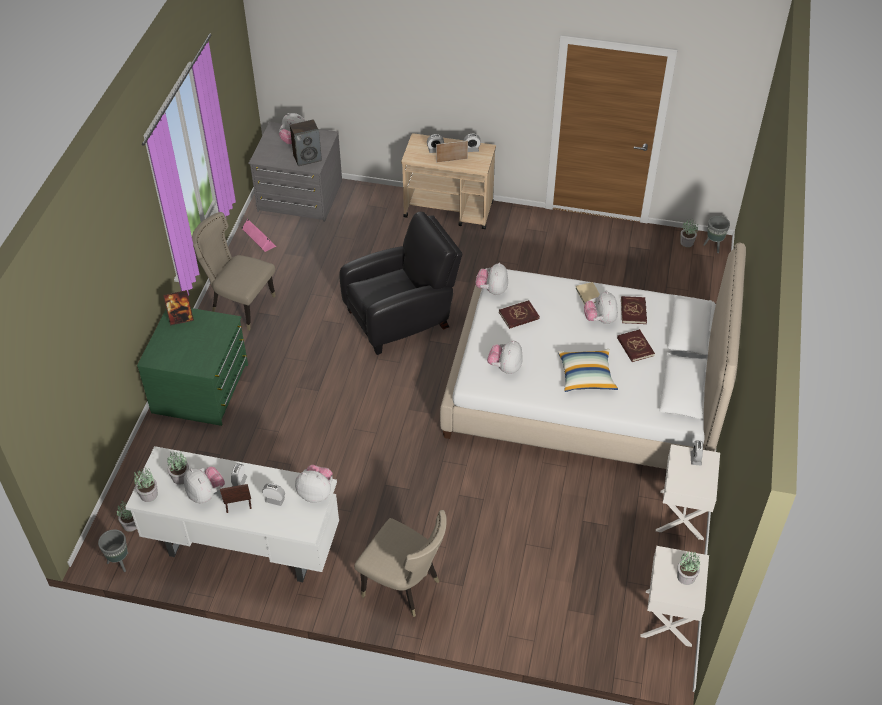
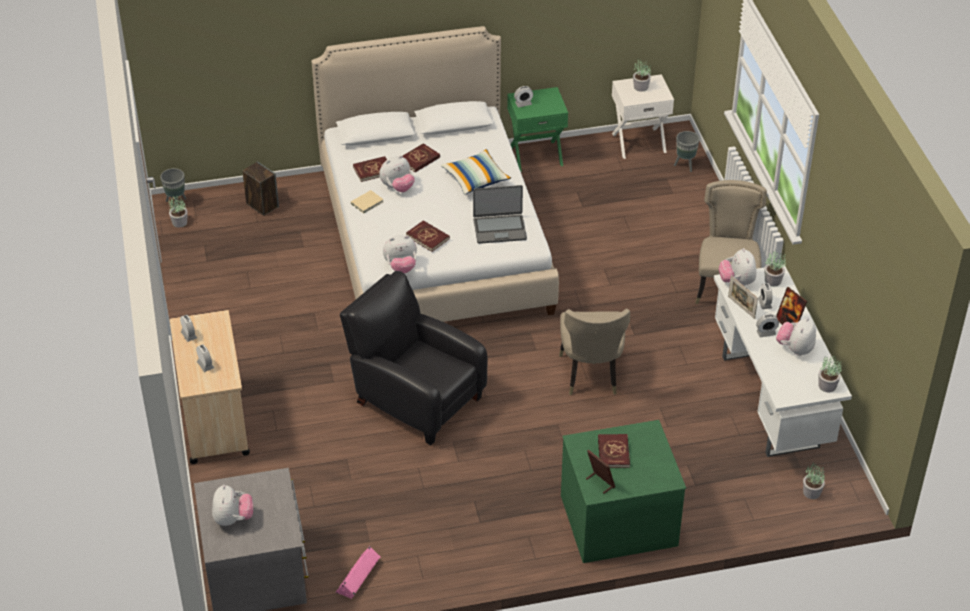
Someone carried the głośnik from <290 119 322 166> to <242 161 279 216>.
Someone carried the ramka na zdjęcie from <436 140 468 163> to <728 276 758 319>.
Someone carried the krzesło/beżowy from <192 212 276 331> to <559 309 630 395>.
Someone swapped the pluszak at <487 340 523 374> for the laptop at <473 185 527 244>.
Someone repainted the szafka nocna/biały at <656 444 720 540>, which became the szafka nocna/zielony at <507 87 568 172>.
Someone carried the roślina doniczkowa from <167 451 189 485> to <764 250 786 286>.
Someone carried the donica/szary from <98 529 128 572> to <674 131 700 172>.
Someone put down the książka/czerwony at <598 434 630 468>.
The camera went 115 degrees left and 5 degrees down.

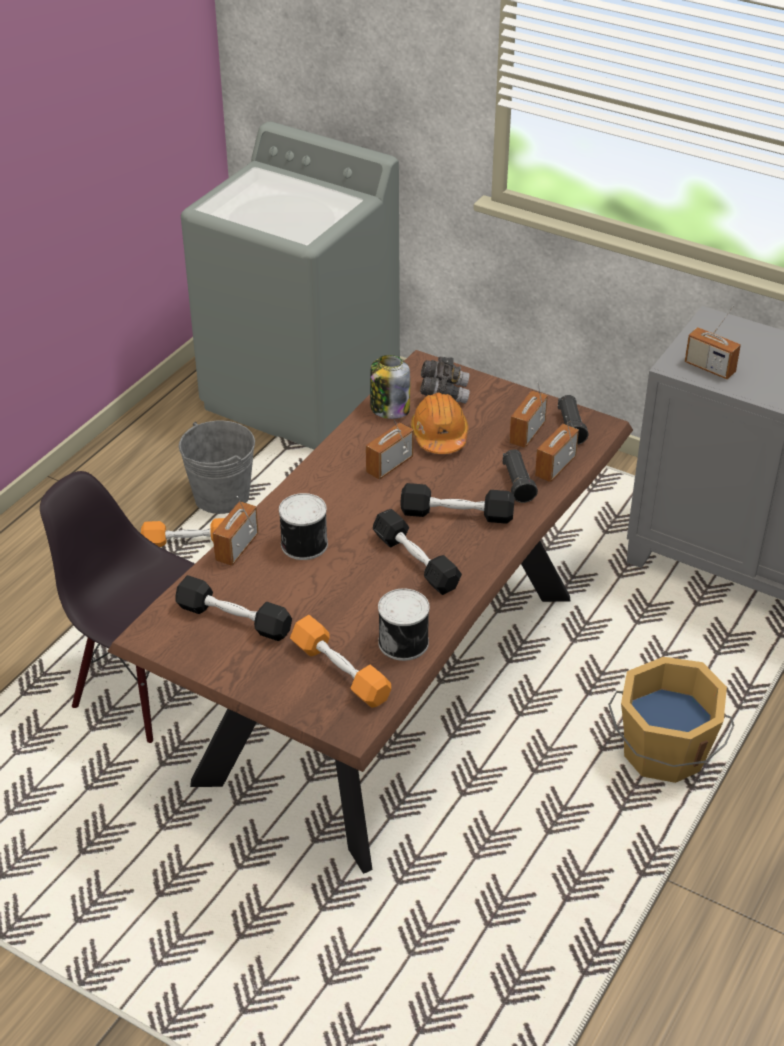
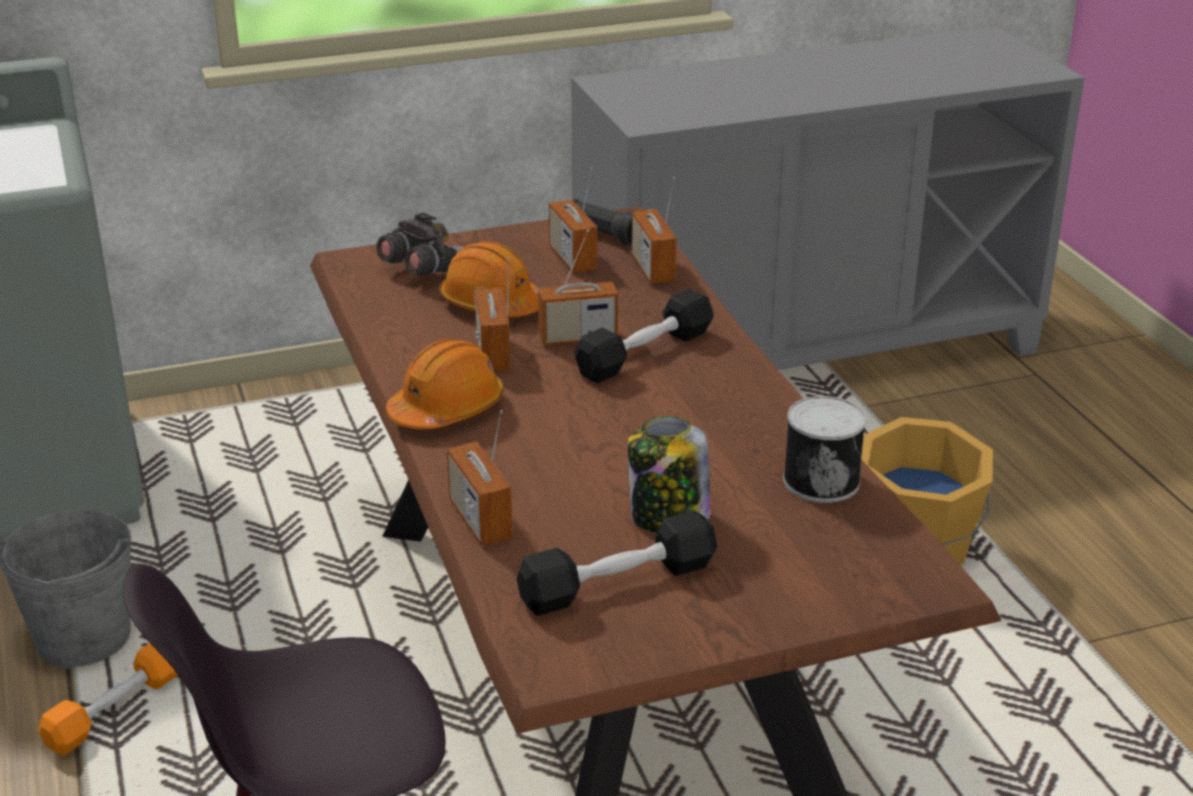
Someone carried the radio from <685 306 741 379> to <538 229 618 346>.
Someone carried the słoik from <370 355 410 419> to <628 416 711 533>.
Someone took away the latarka/czarny at <503 449 538 503>.
Someone took away the puszka at <279 493 328 560>.
Someone took away the hantel/czarny at <373 509 462 595>.
Someone took away the hantel/pomarańczowy at <290 615 391 708>.
Someone put down the kask/pomarańczowy at <386 339 504 429>.
The camera went 50 degrees left and 10 degrees down.

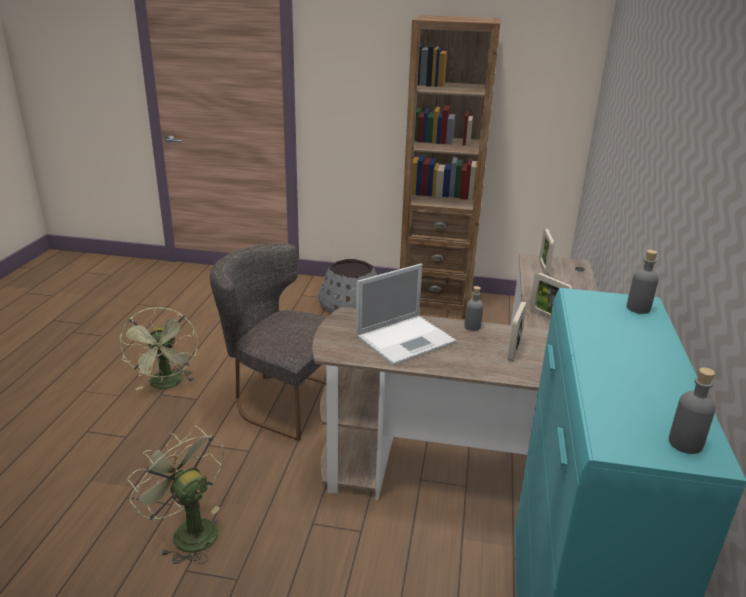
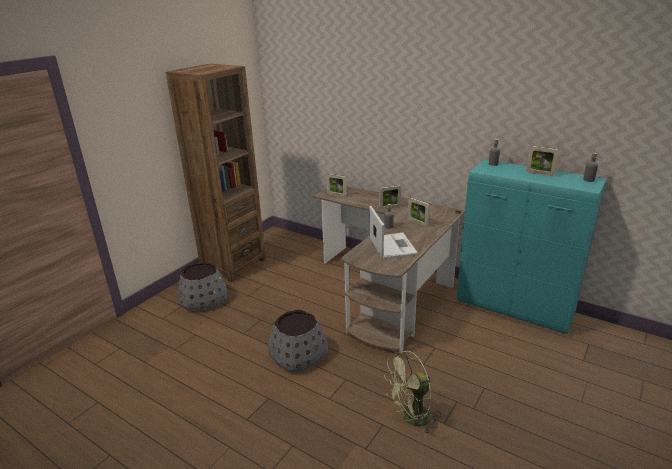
Someone swapped the krzesło/szary at <210 244 327 441> for the donica/szary at <268 309 329 372>.
Someone took away the wentylator/zielony at <119 307 198 390>.
Someone put down the ramka na zdjęcie at <526 146 559 176>.
The camera went 65 degrees left and 0 degrees up.

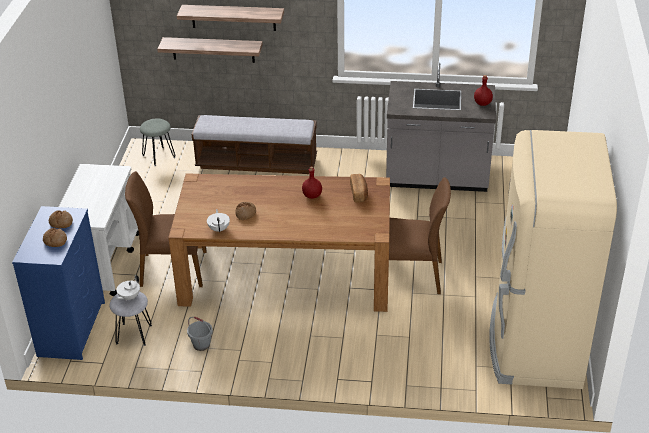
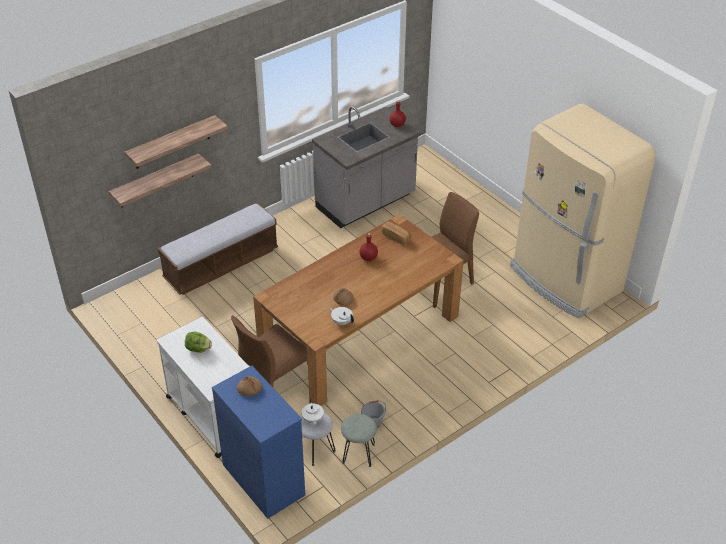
Someone carried the stołek/szary from <140 119 176 166> to <341 414 377 467>.
Someone took away the chleb at <43 228 67 247>.
Someone put down the sałata at <185 332 212 353>.
The camera went 45 degrees left and 5 degrees up.

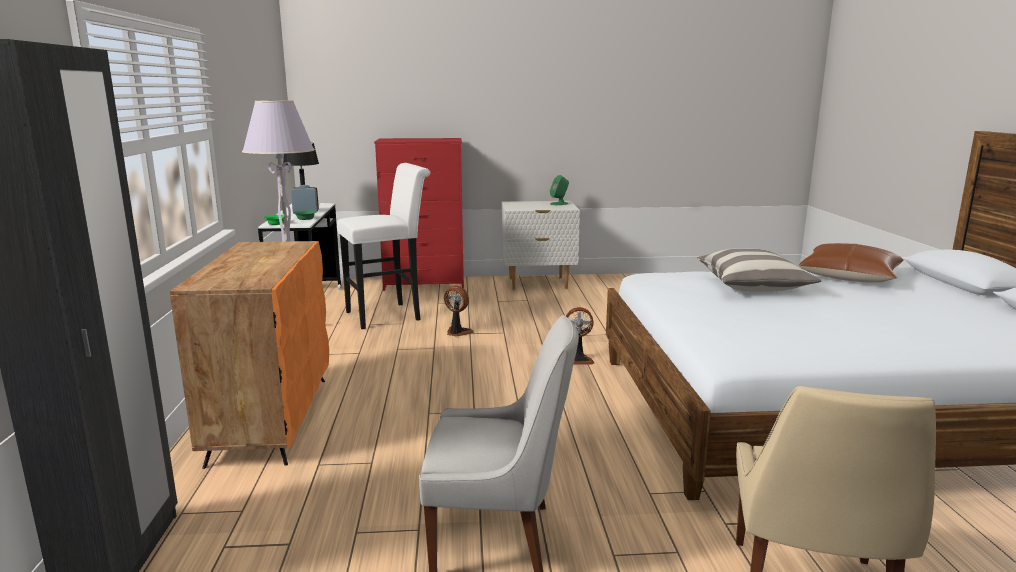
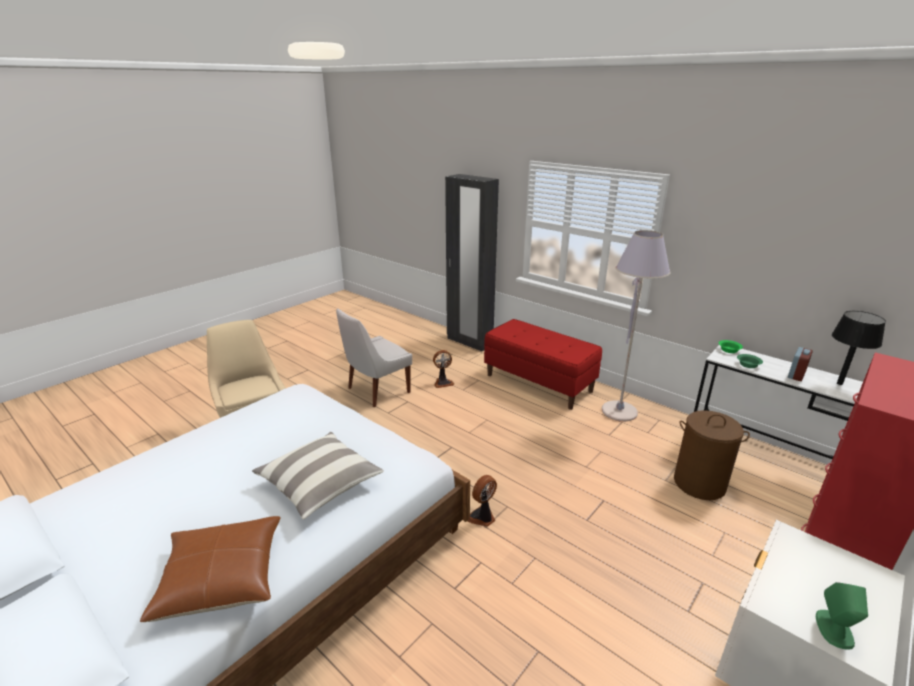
Someone swapped the stołek/biały at <337 163 431 329> for the kosz na pranie/brązowy at <674 410 750 500>.
Someone swapped the szafka/pomarańczowy at <169 241 329 469> for the ławka/czerwony at <484 319 602 410>.
Someone carried the wentylator from <444 286 474 337> to <433 350 454 388>.
The camera went 135 degrees right and 10 degrees up.

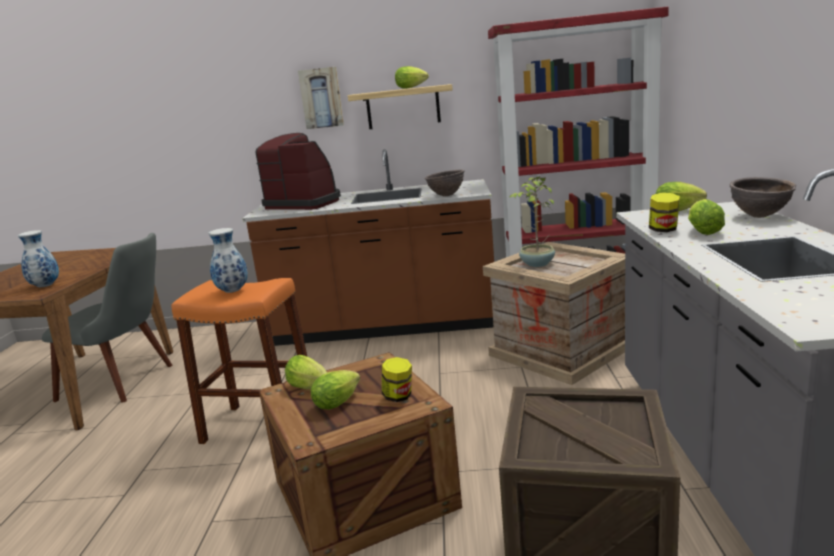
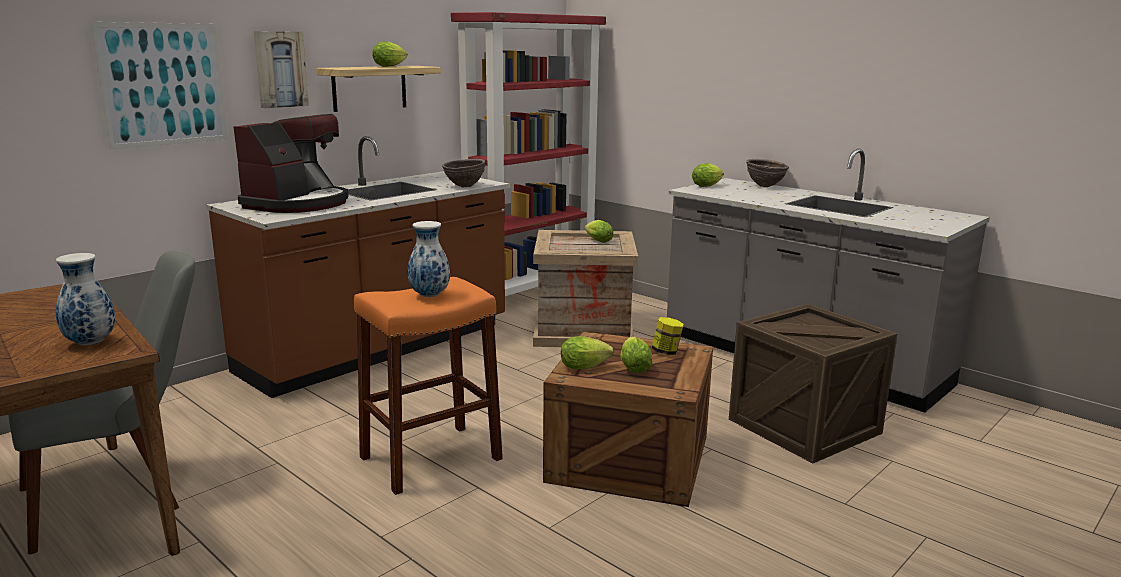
Someone rotated the ekspres do kawy at <256 133 341 210> by 135 degrees clockwise.
Someone took away the roślina doniczkowa at <510 176 555 267>.
Someone took away the słoik at <649 193 680 232>.
Someone carried the sałata from <688 199 725 235> to <585 220 613 243>.
Someone put up the obraz at <90 22 228 149>.
The camera went 50 degrees left and 0 degrees up.

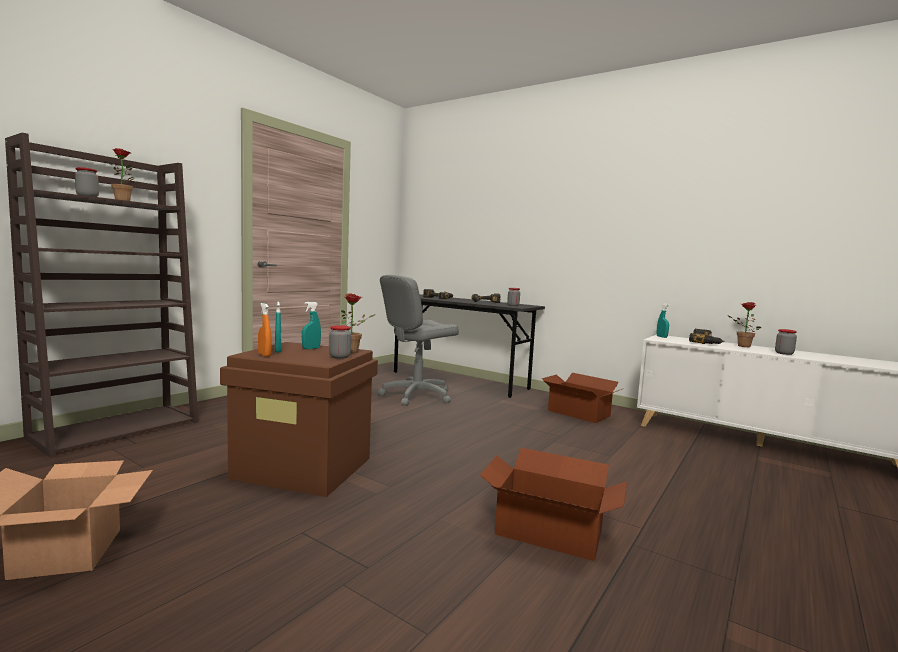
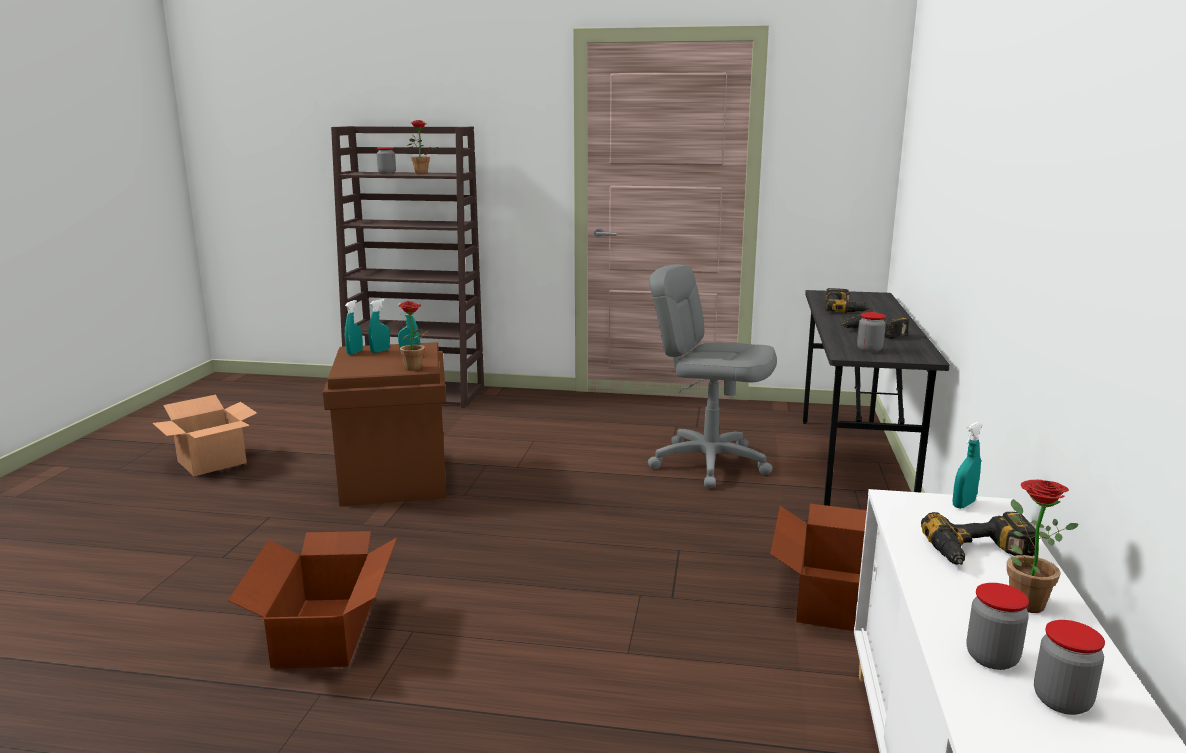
Someone repainted the spryskiwacz/pomarańczowy at <258 303 272 357>, which became the spryskiwacz/turkusowy at <345 300 363 355>.
Someone carried the słoik from <329 325 351 359> to <1034 620 1105 715>.
The camera went 65 degrees right and 10 degrees up.

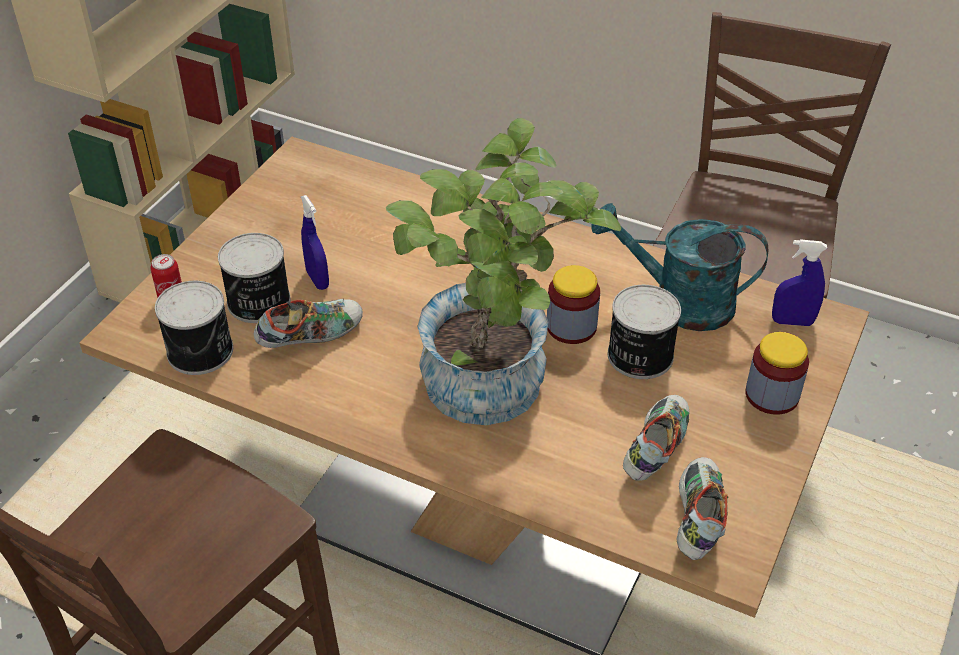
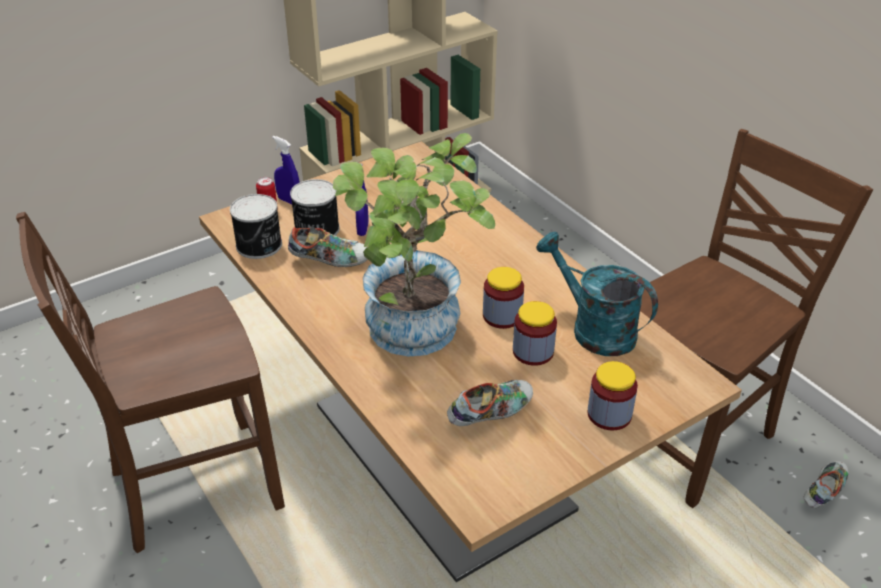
Someone carried the spryskiwacz/niebieski from <772 239 827 326> to <272 136 300 204>.
Someone swapped the puszka at <608 285 681 379> for the słoik at <513 301 557 366>.
Someone carried the but from <676 457 728 560> to <804 461 849 508>.
The camera went 30 degrees right and 5 degrees down.

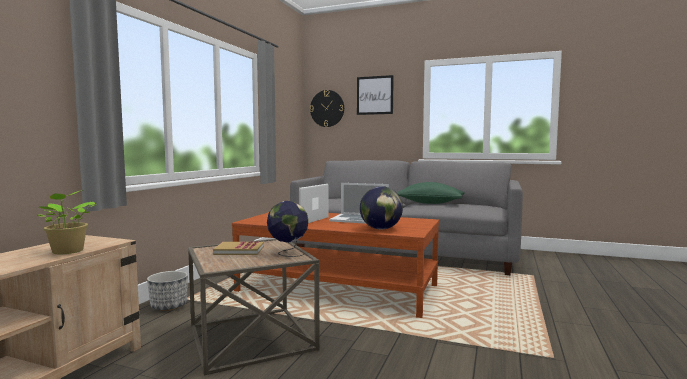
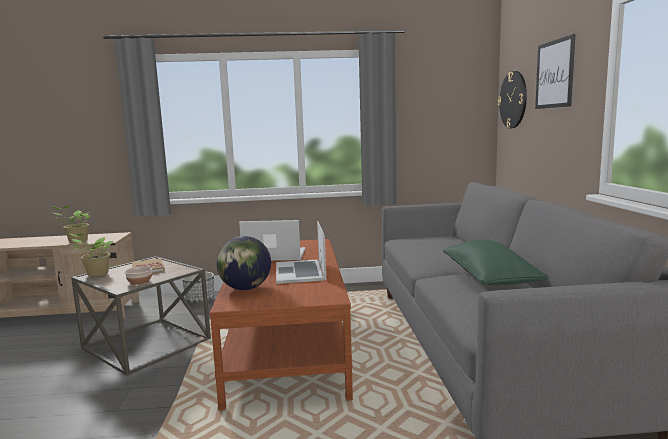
Someone swapped the globus at <267 201 309 257> for the miska at <125 266 152 285>.
Someone put down the roślina doniczkowa at <67 233 113 276>.
The camera went 65 degrees right and 5 degrees up.

